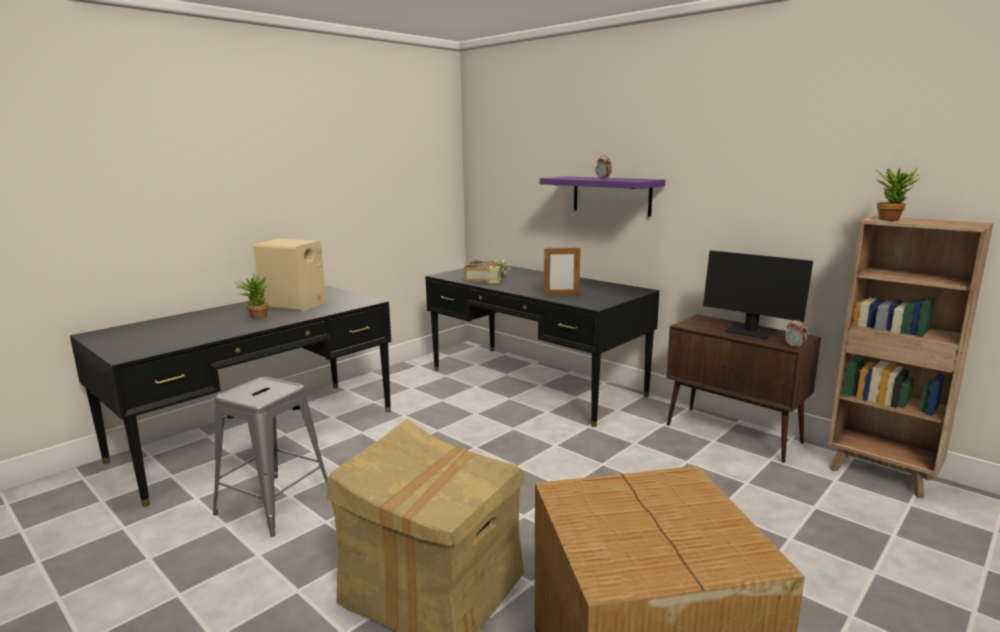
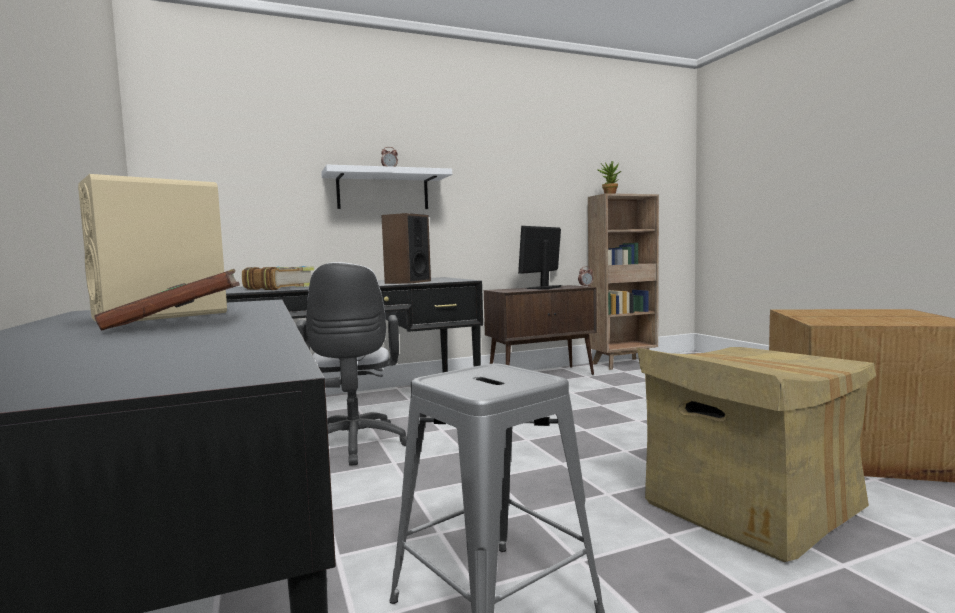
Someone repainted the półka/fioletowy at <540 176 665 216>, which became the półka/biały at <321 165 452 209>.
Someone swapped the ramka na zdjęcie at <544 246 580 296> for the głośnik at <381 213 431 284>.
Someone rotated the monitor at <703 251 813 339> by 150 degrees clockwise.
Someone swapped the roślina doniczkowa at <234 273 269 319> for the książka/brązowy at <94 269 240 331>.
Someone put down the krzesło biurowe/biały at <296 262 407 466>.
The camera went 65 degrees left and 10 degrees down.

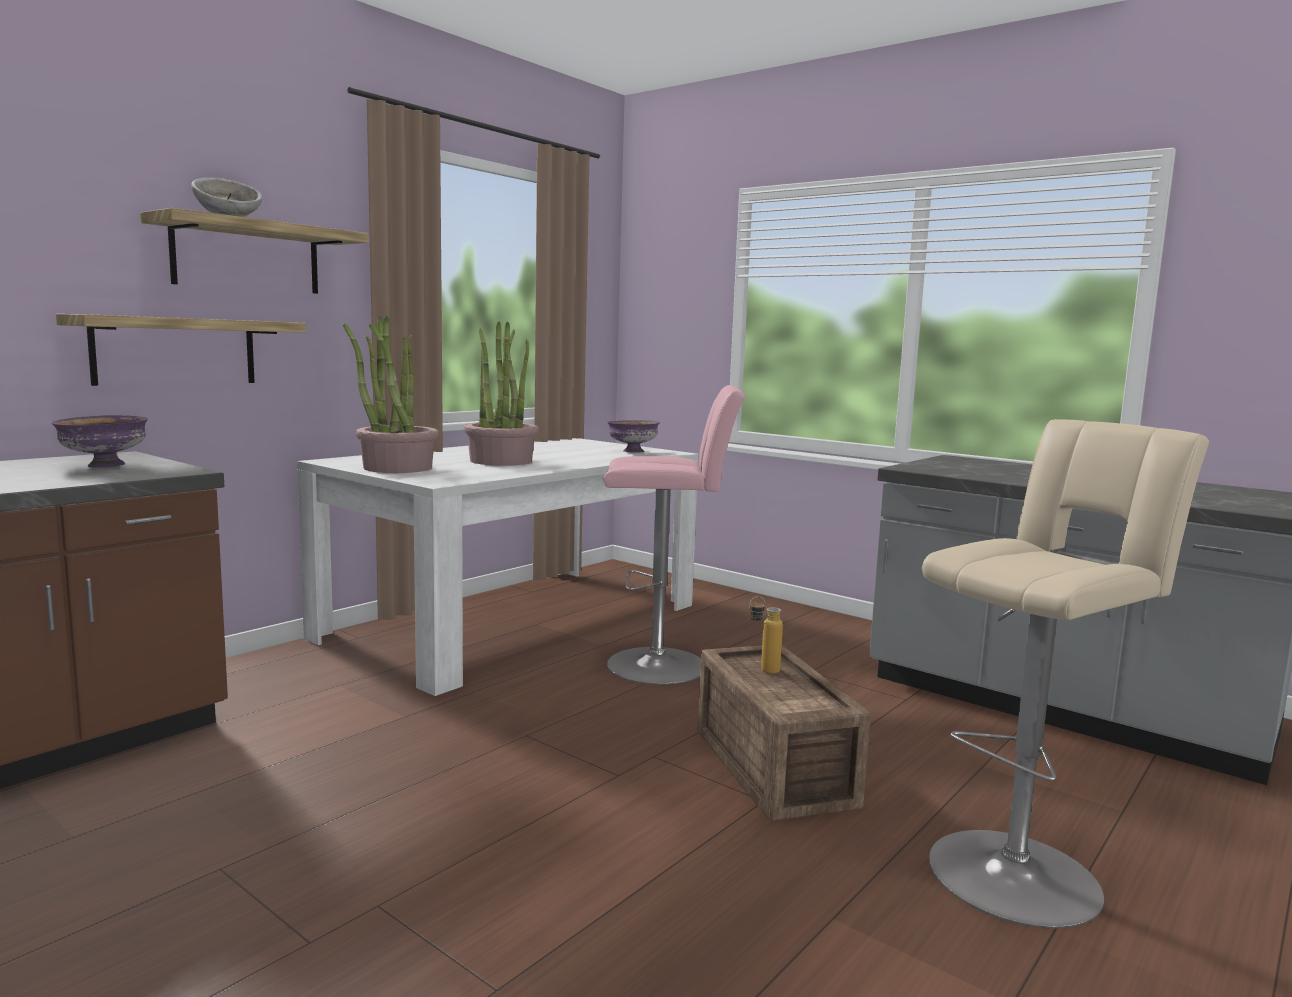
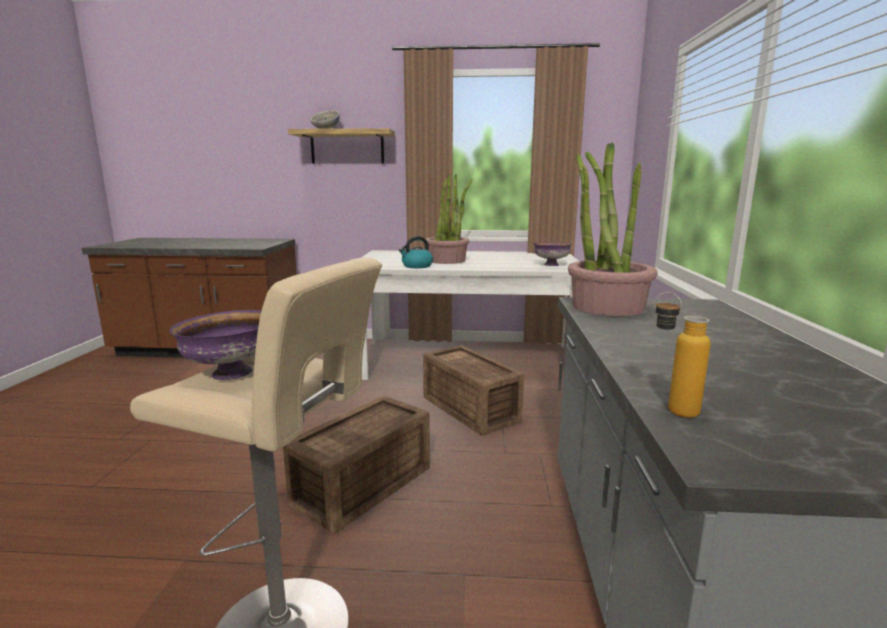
Someone took away the półka at <56 314 306 386>.
Someone carried the roślina doniczkowa from <343 316 439 473> to <568 142 658 316>.
Someone swapped the stołek/różowy at <603 385 746 685> for the skrzynka at <423 345 524 435>.
Someone carried the miska/fioletowy from <51 415 148 467> to <170 310 261 380>.
Someone carried the butelka from <749 596 783 674> to <655 292 711 418>.
Someone put down the czajnik at <399 236 433 268>.
The camera went 55 degrees right and 5 degrees up.

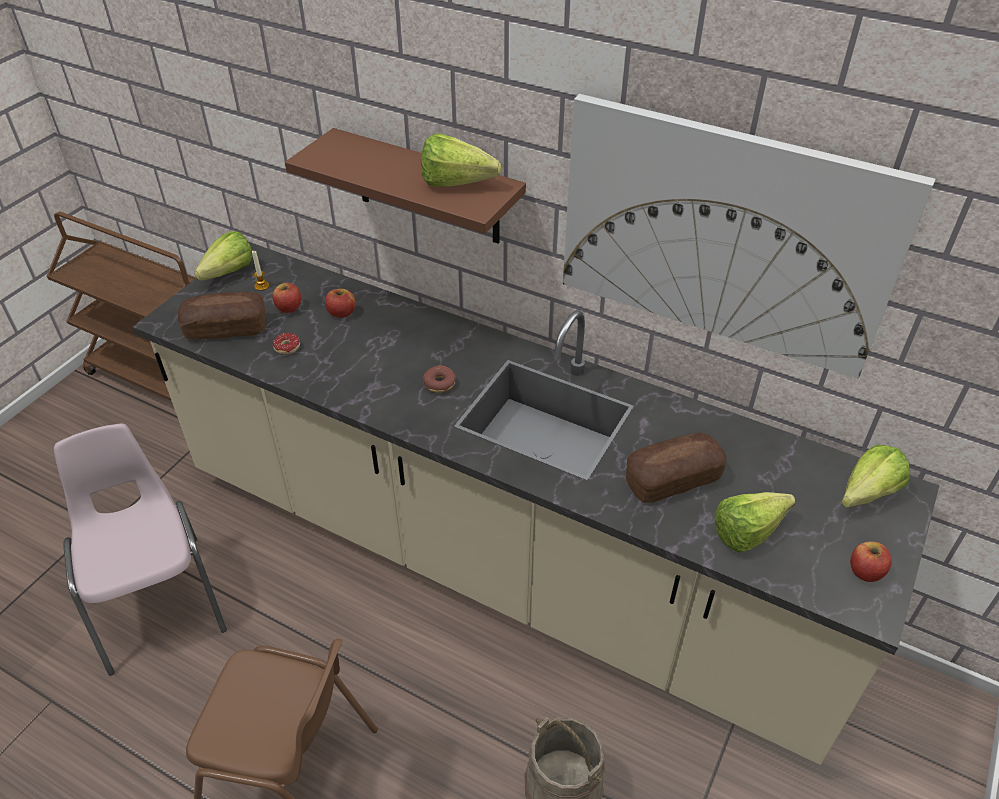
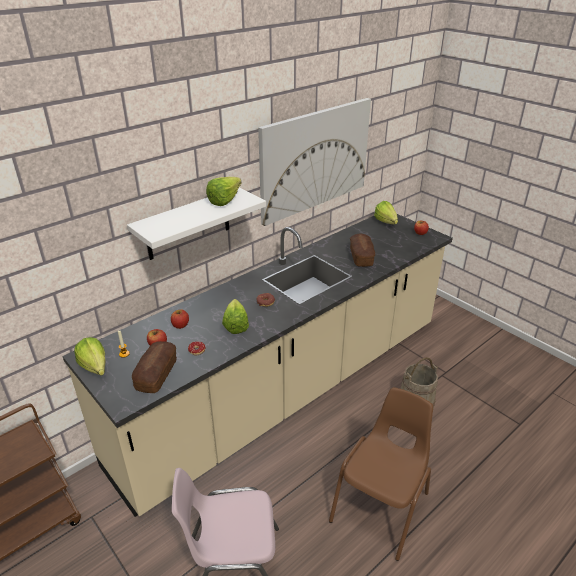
Someone repainted the półka/brązowy at <285 128 526 243>, which became the półka/biały at <127 187 266 260>.
Someone carried the sałata from <715 492 795 552> to <222 299 249 334>.
The camera went 70 degrees left and 10 degrees down.

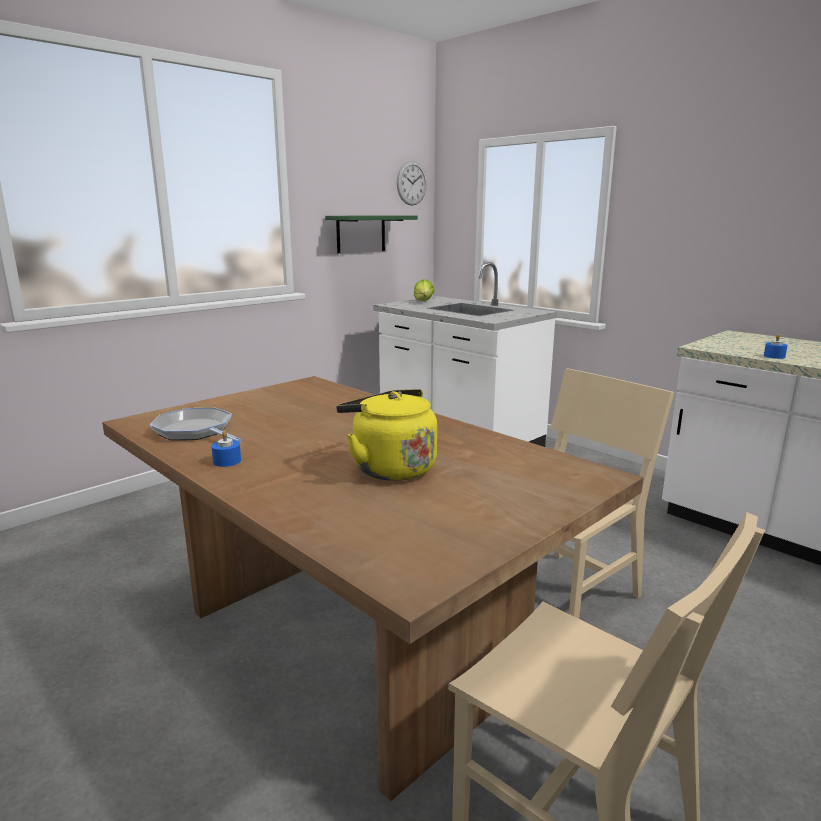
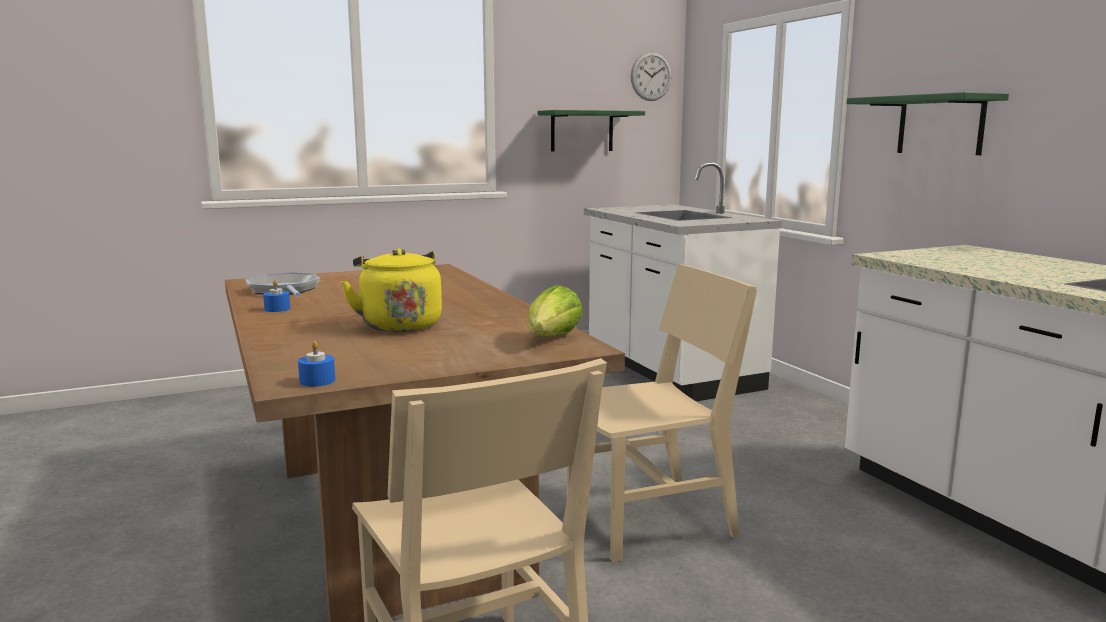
Someone carried the sałata from <414 279 434 301> to <528 285 583 336>.
Someone carried the świeca/niebieski from <764 334 788 359> to <298 341 335 387>.
Someone put up the półka/zielony at <847 92 1009 155>.
The camera went 20 degrees right and 5 degrees down.

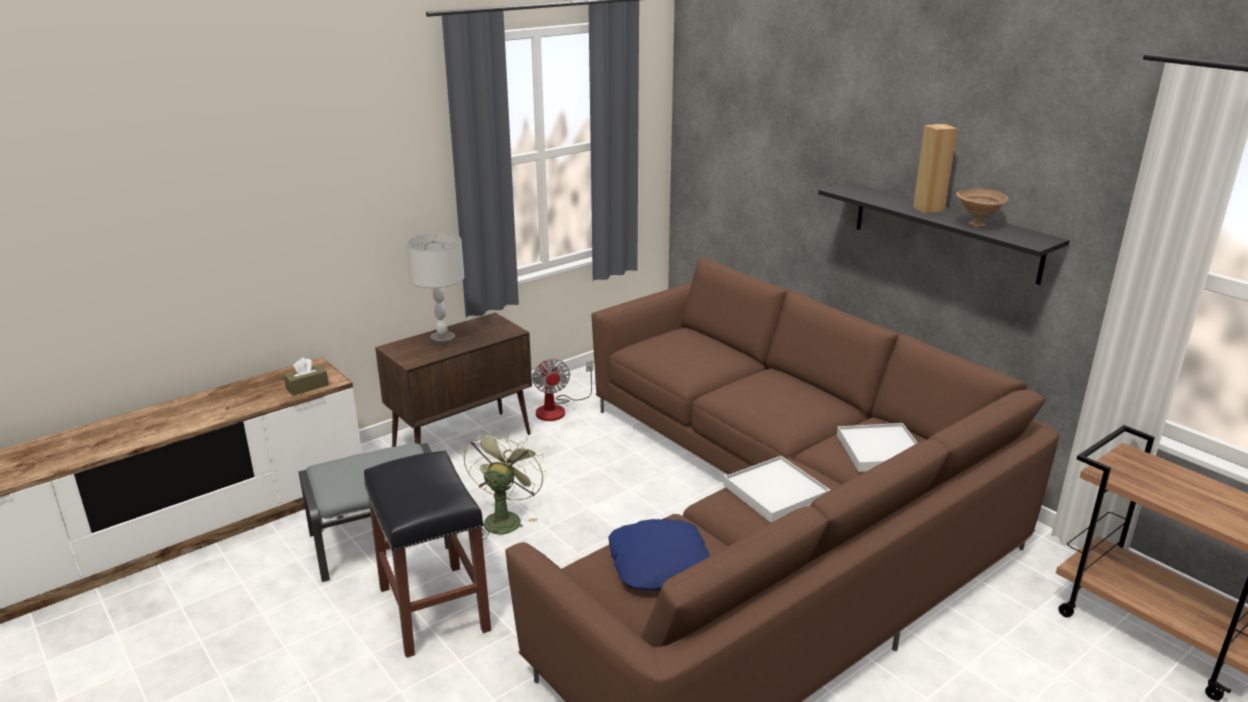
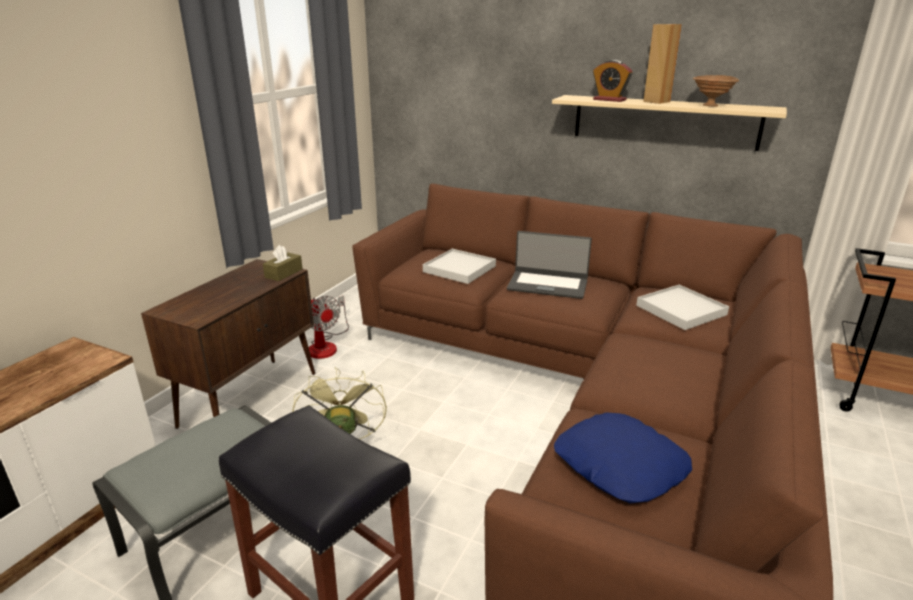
Someone repainted the półka/czarny at <818 182 1070 285>, which became the półka/beżowy at <552 95 787 151>.
Someone took away the lampa stołowa/szary at <406 233 465 345>.
Someone carried the pudełko chusteczek/brązowy from <283 357 329 396> to <263 245 303 281>.
Someone carried the taca/biały from <724 456 830 523> to <423 249 496 284>.
Someone put down the budzik at <593 60 633 102>.
Someone put down the laptop at <507 231 592 299>.
The camera went 25 degrees left and 0 degrees up.

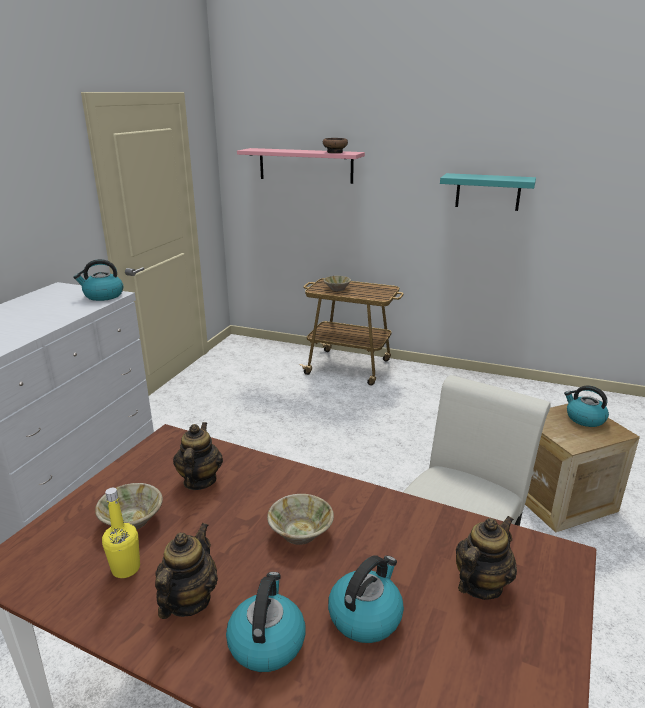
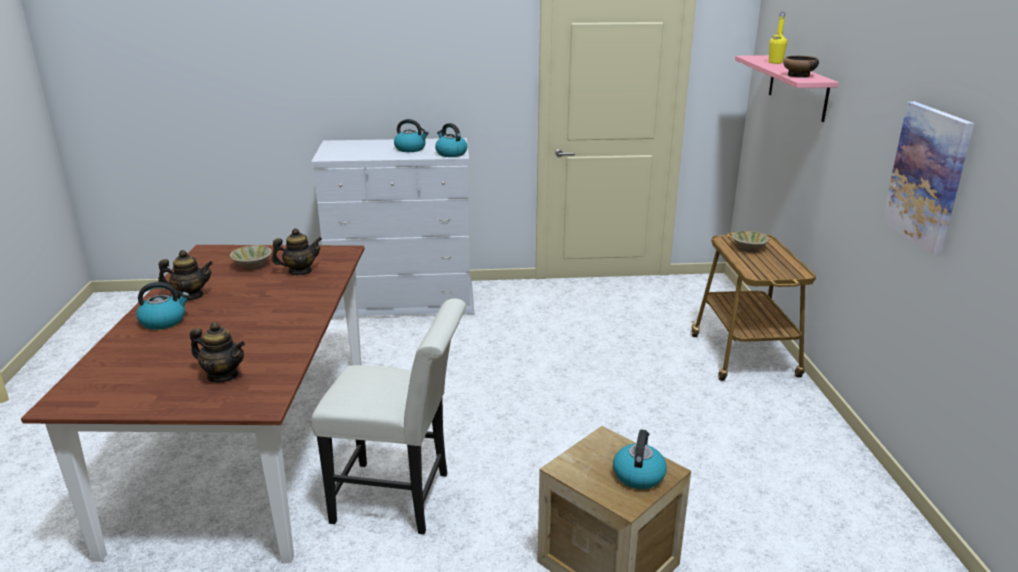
Someone swapped the półka/turkusowy at <440 173 536 211> for the obraz at <882 102 974 255>.
Someone carried the butelka/żółty from <102 488 140 578> to <769 12 787 64>.
Someone took away the miska/beżowy at <267 494 334 545>.
Someone carried the czajnik from <328 555 404 643> to <394 119 429 152>.
The camera went 65 degrees right and 0 degrees up.

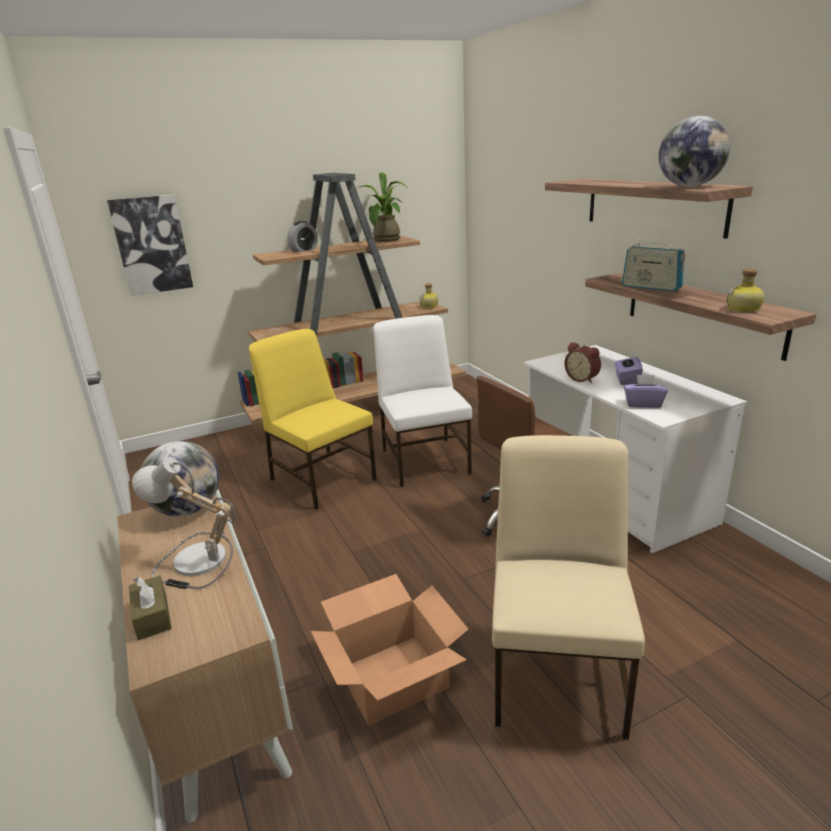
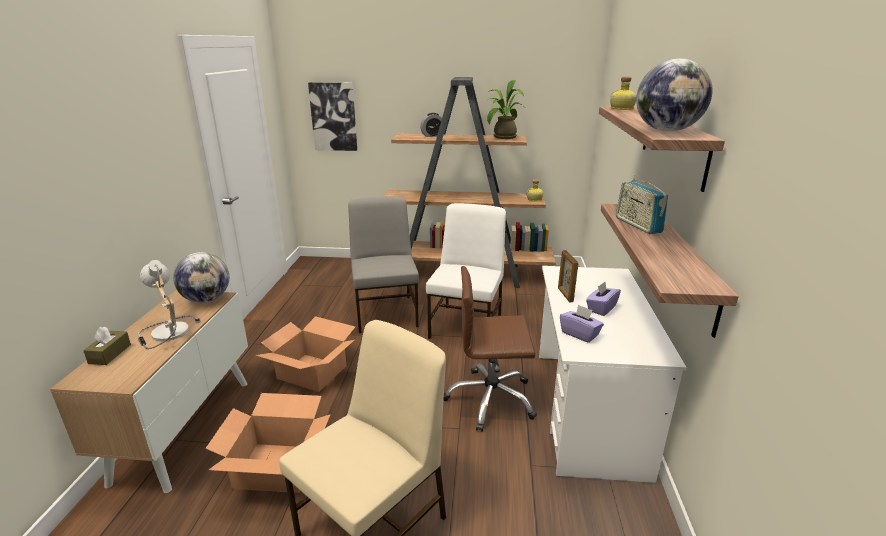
Someone carried the butelka from <727 268 765 313> to <610 76 637 110>.
Someone repainted the krzesło/żółty at <249 329 377 510>, which became the krzesło/szary at <348 196 419 333>.
Someone swapped the budzik at <564 342 601 383> for the ramka na zdjęcie at <558 250 578 302>.
Someone put down the karton at <256 316 355 392>.
The camera went 30 degrees right and 0 degrees up.

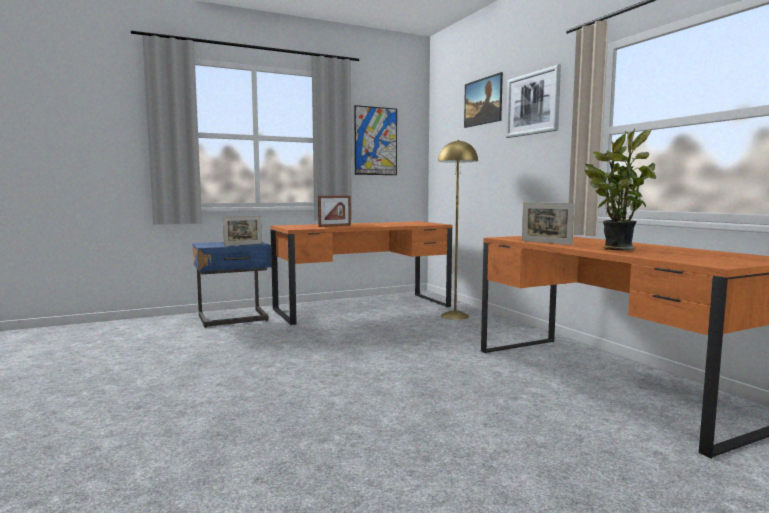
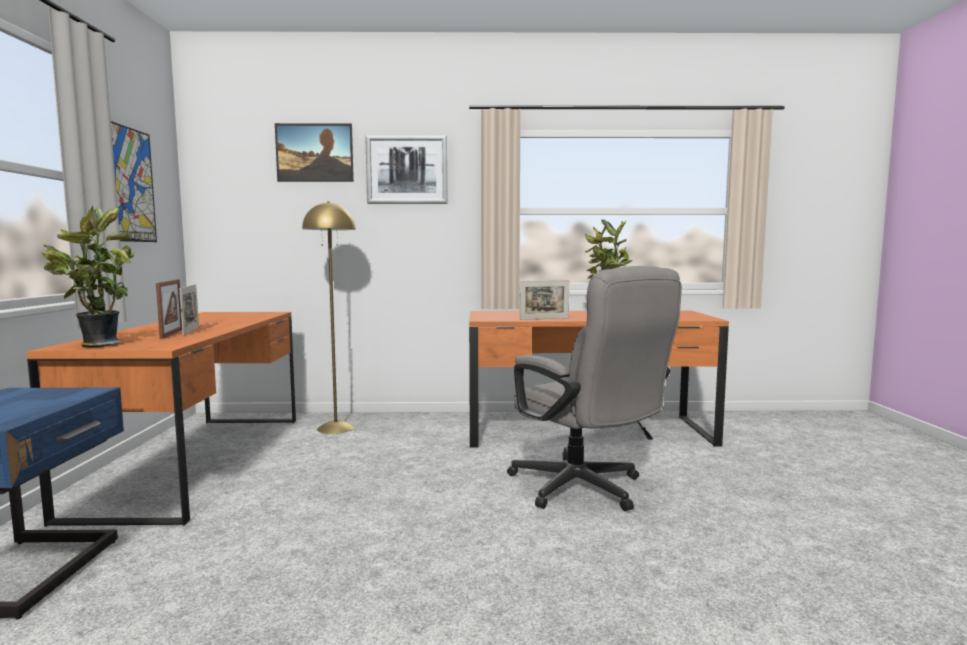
Someone carried the ramka na zdjęcie from <223 216 262 246> to <179 284 199 336>.
Someone put down the roślina doniczkowa at <41 206 135 347>.
Someone put down the krzesło biurowe/szary at <507 266 682 511>.
The camera went 65 degrees left and 0 degrees up.

